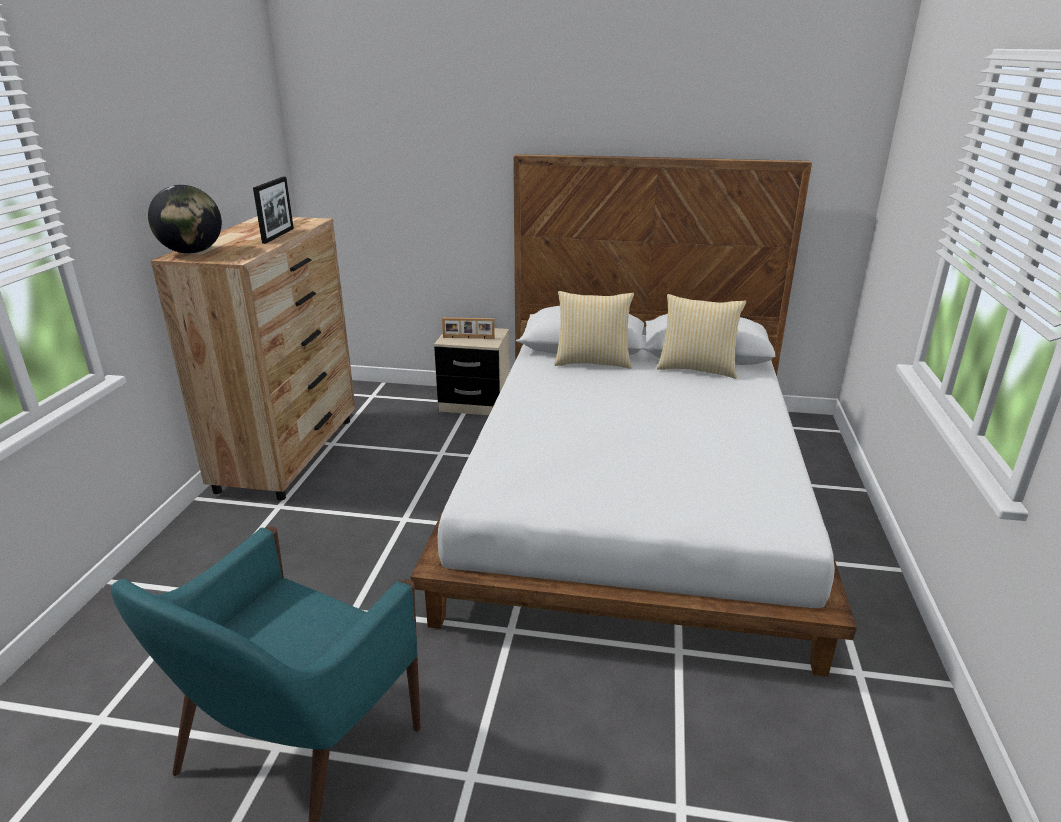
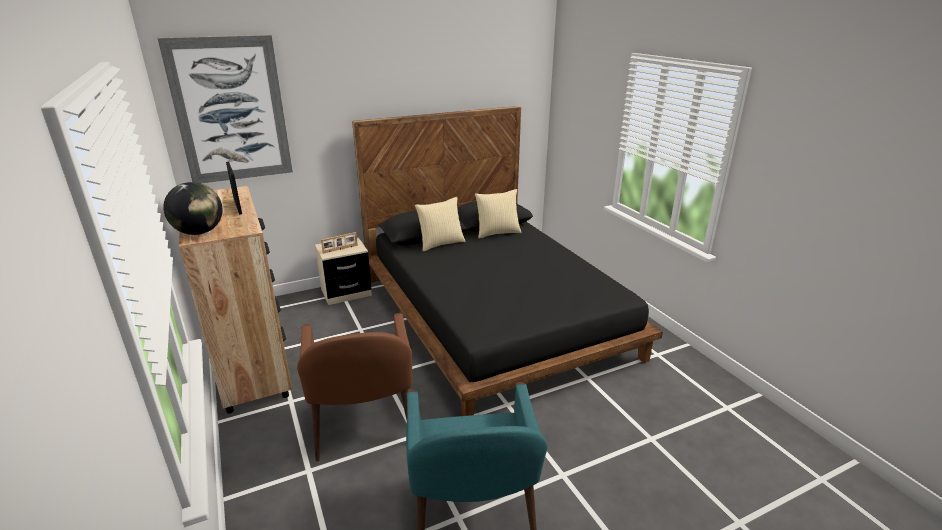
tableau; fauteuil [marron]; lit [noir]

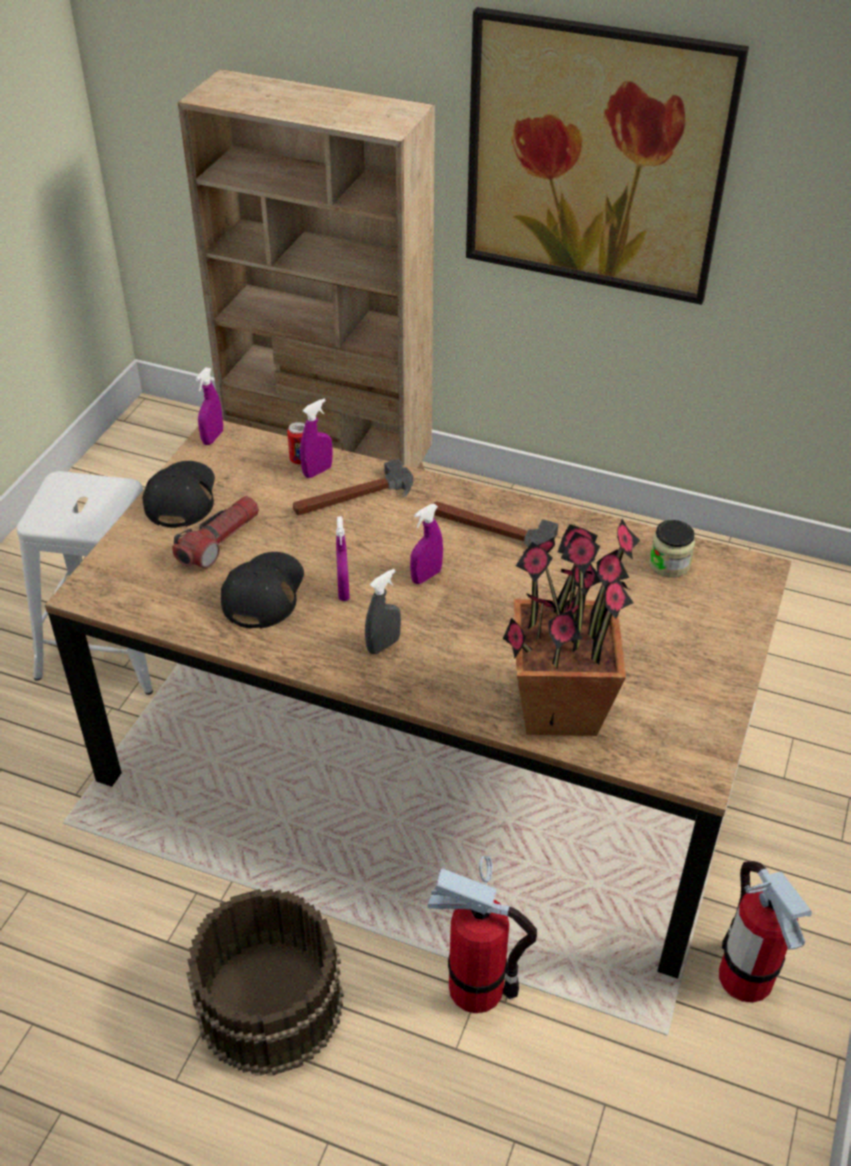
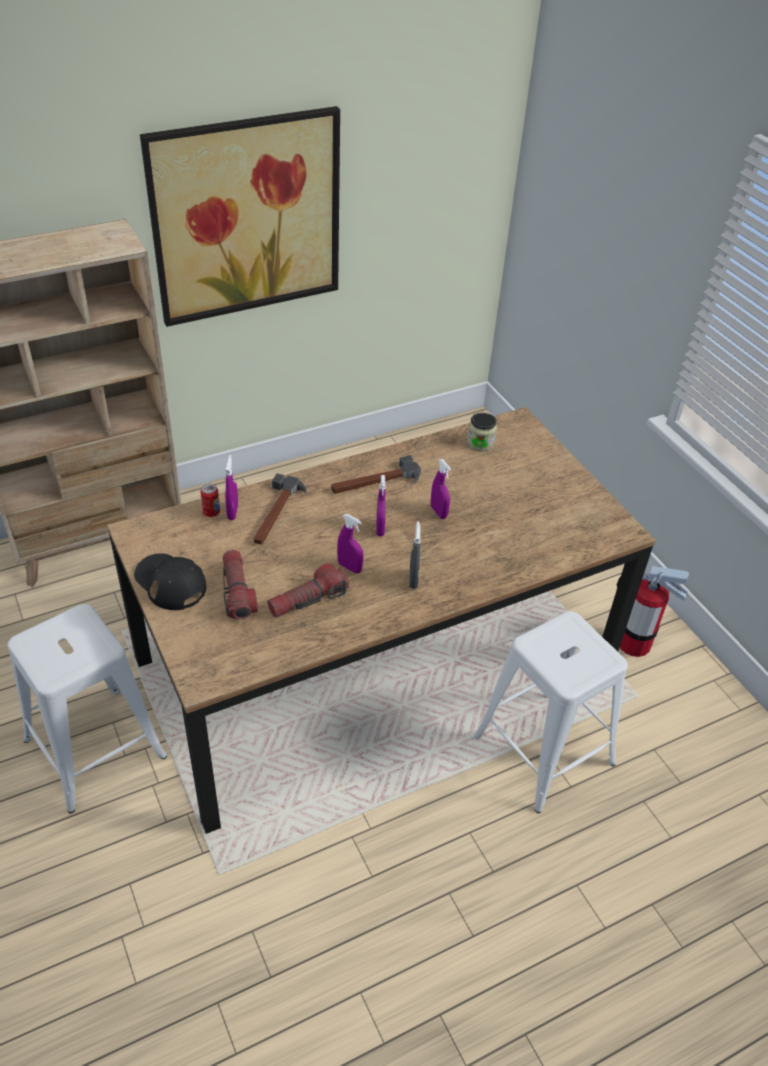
lampe de poche (2nd from left); vaporisateur [violet] (4th from left); tabouret [blanc] (2nd from left); seau [marron]; plante en pot

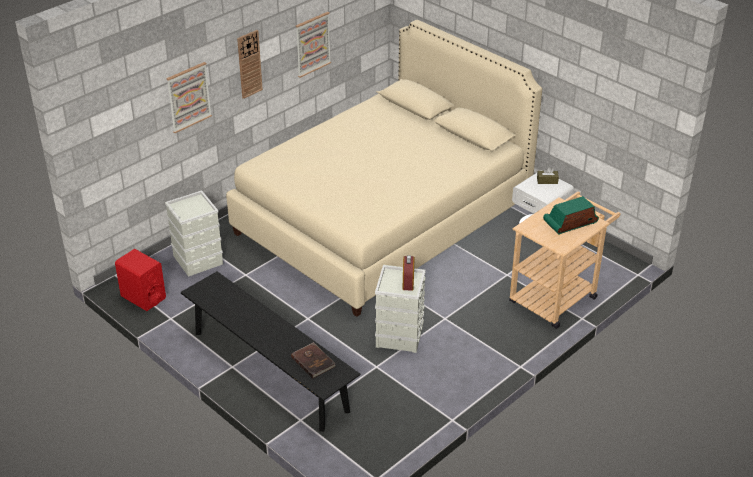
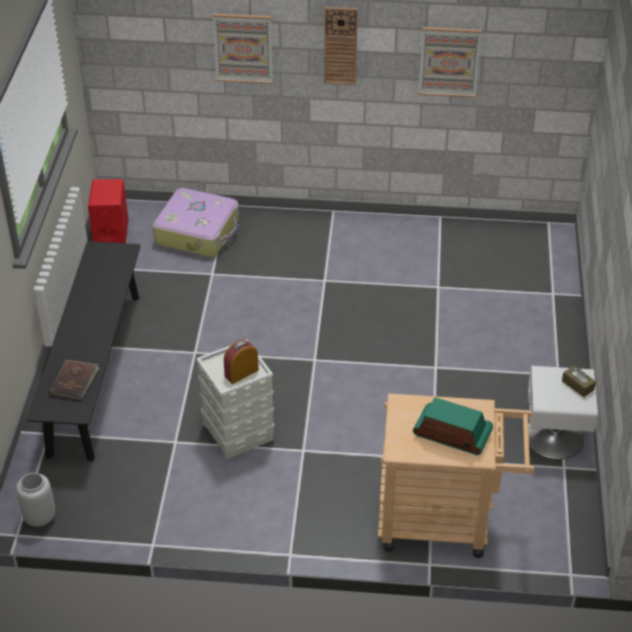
vase [gris]; valise; lit [beige]

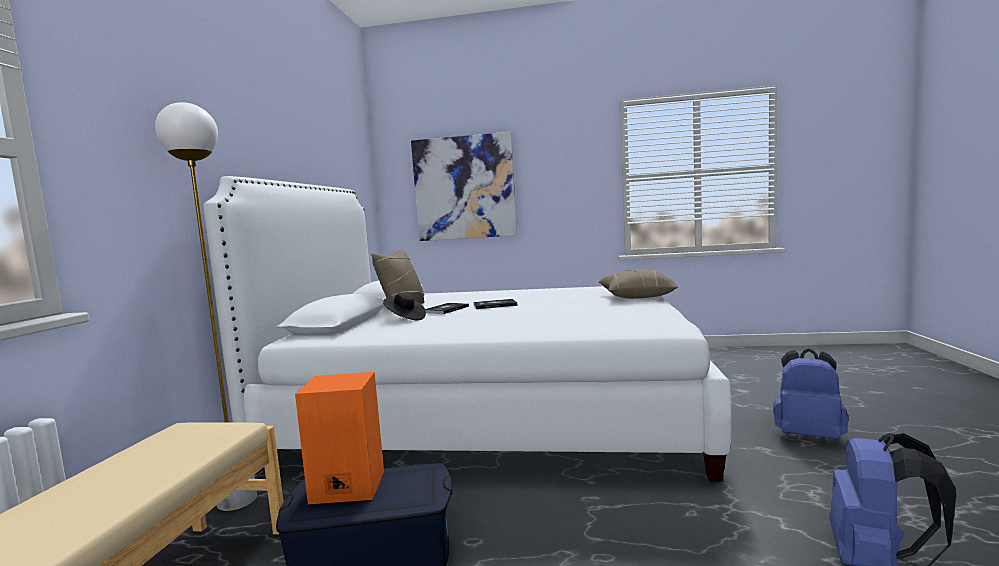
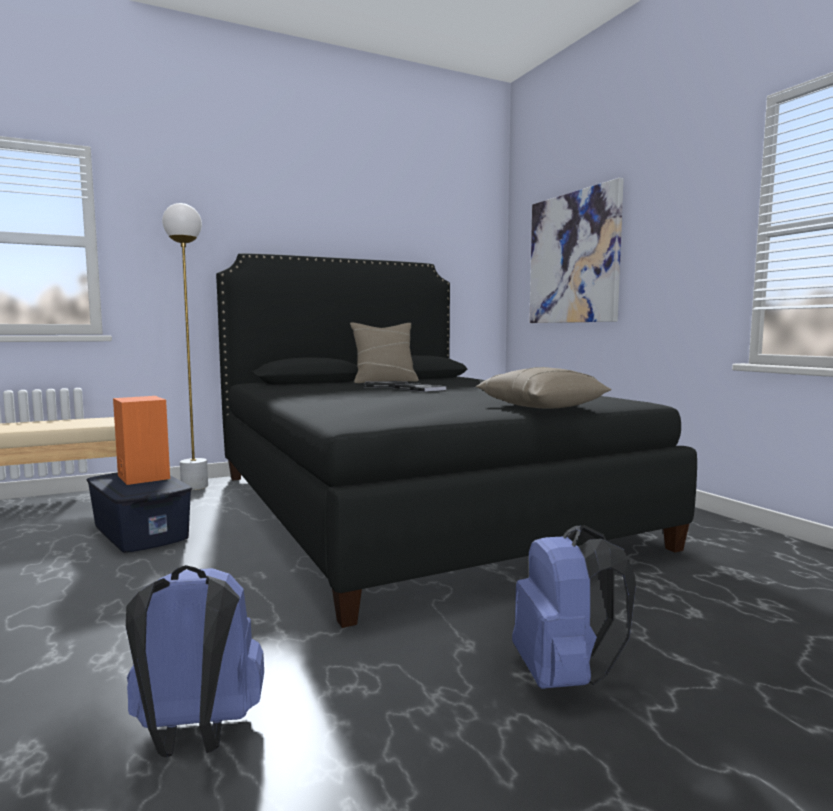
lit [noir]; chapeau [noir]

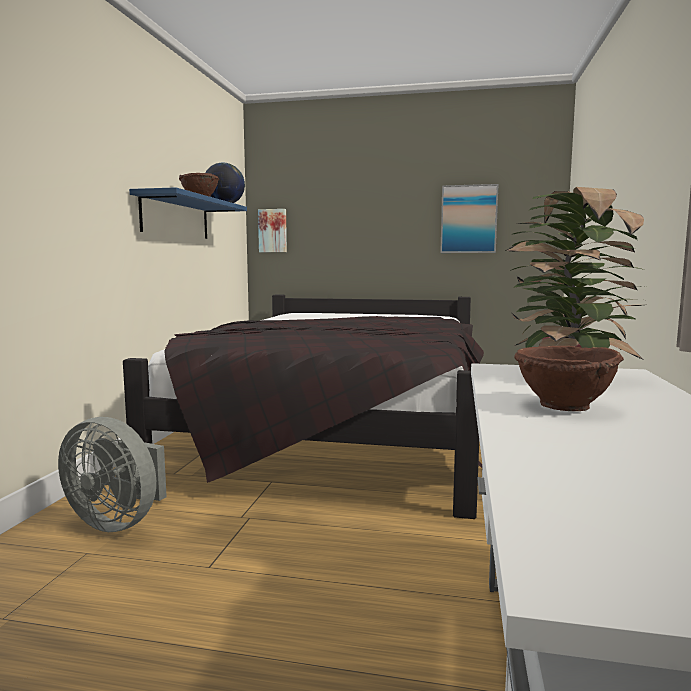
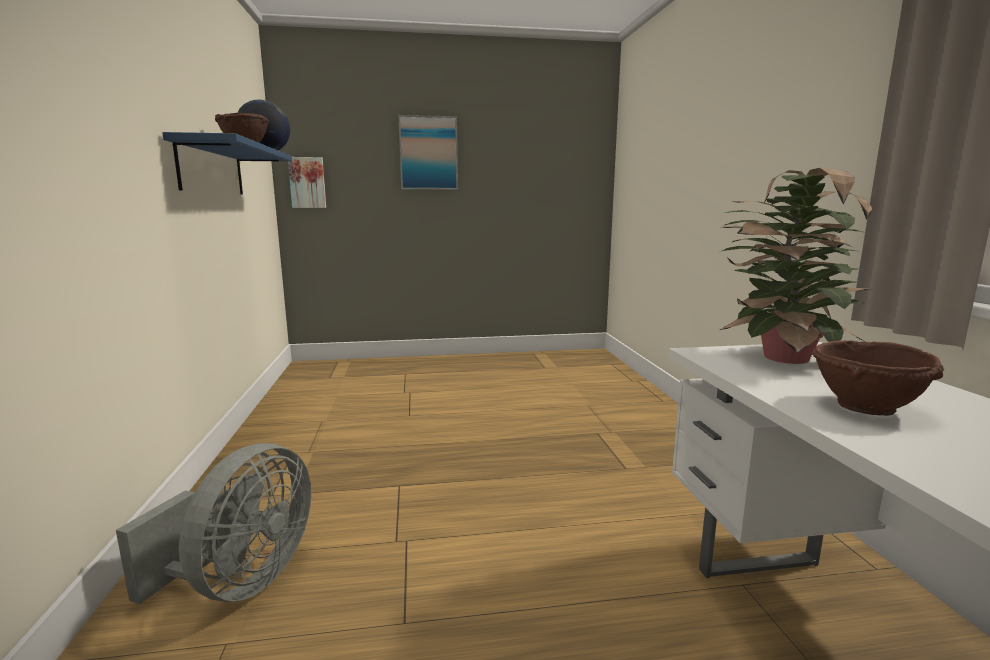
ventilateur [gris]; tableau (2nd from left); lit [noir]

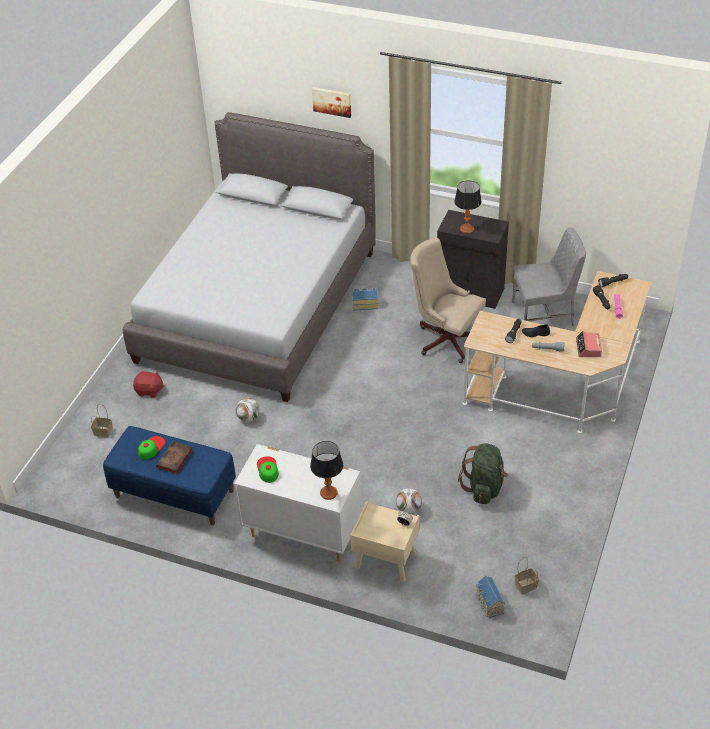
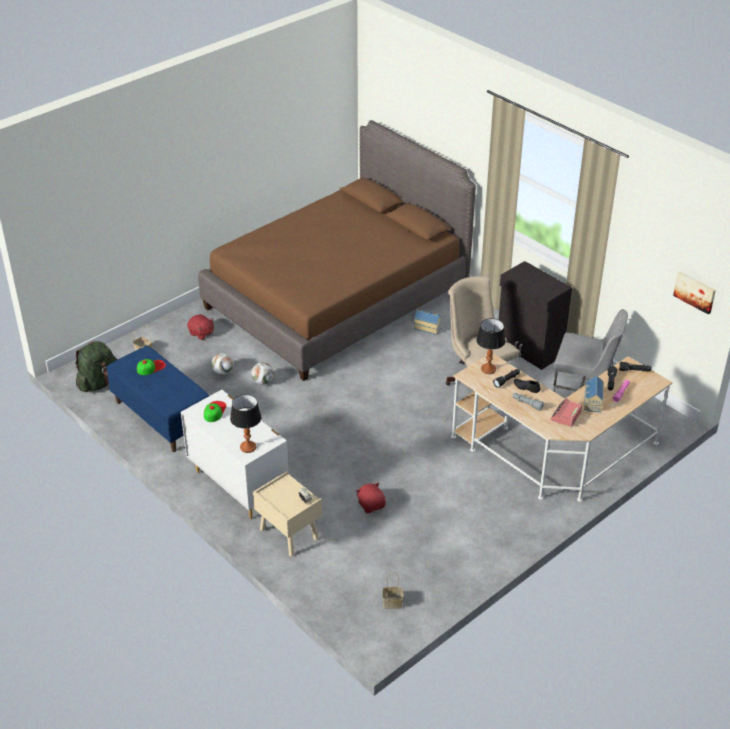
sac à dos [vert]; lit [marron]; ballon de foot (1st from left); peluche [rouge] (2nd from left); lampe de table (2nd from left); maison miniature (2nd from left); tableau; livre

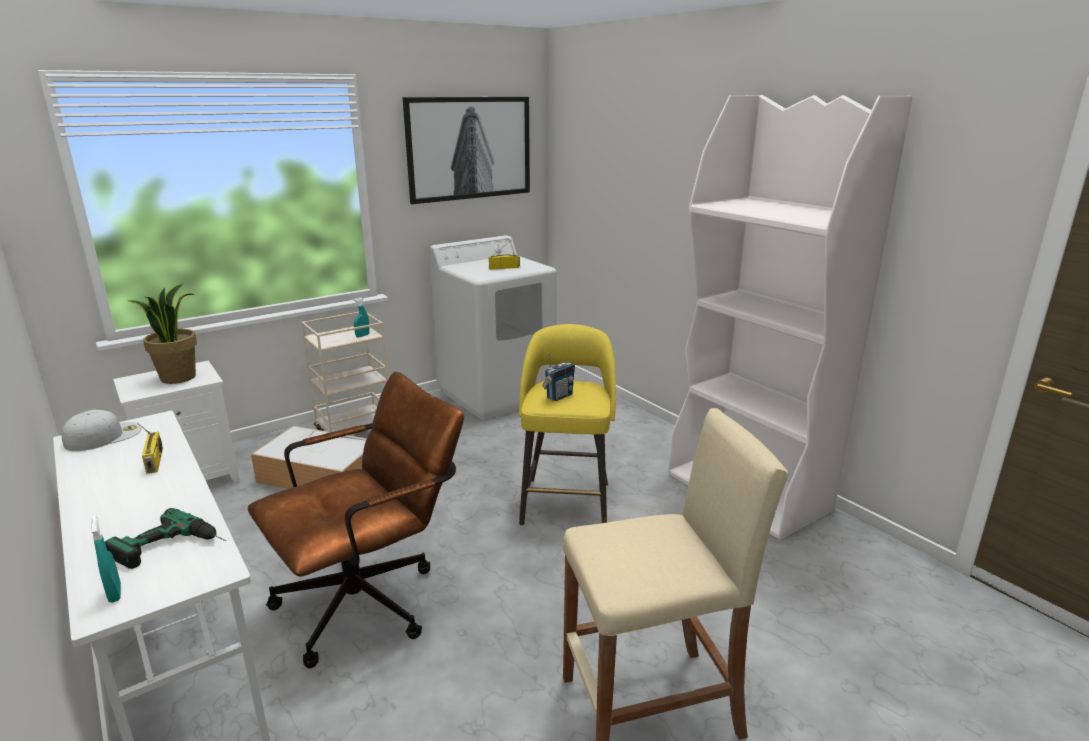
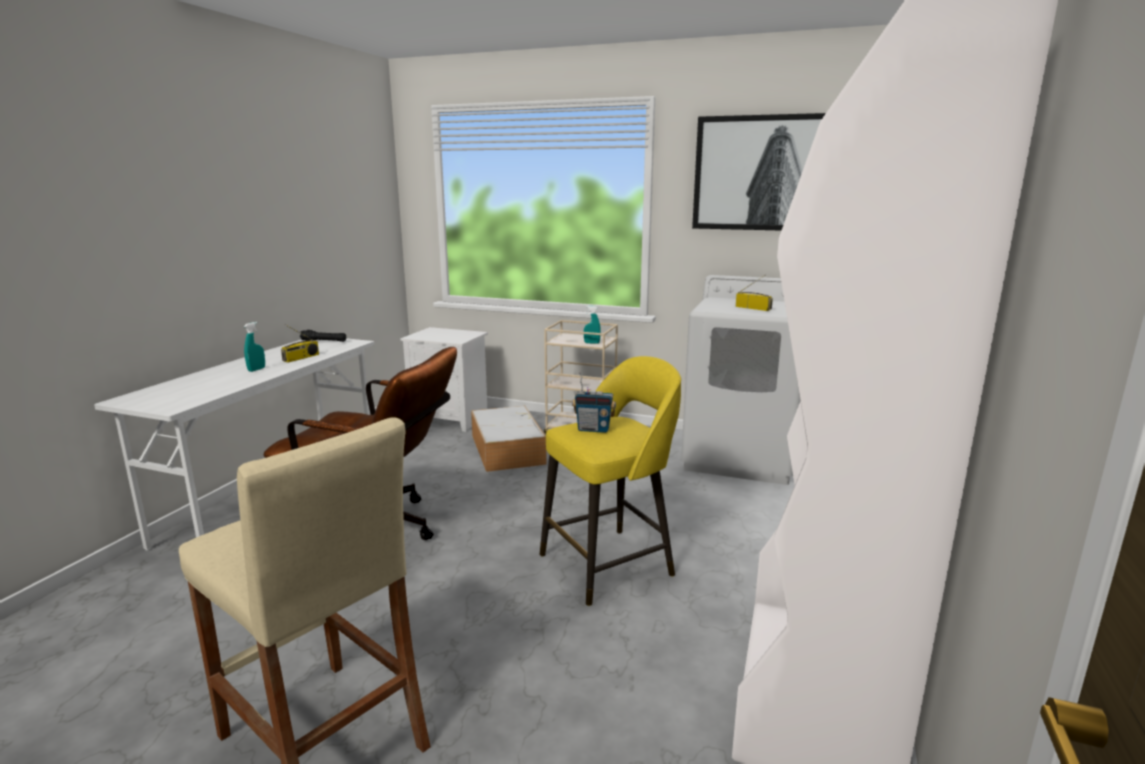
vaporisateur [turquoise] (1st from left); lampe de poche [noir]; perceuse; plante en pot

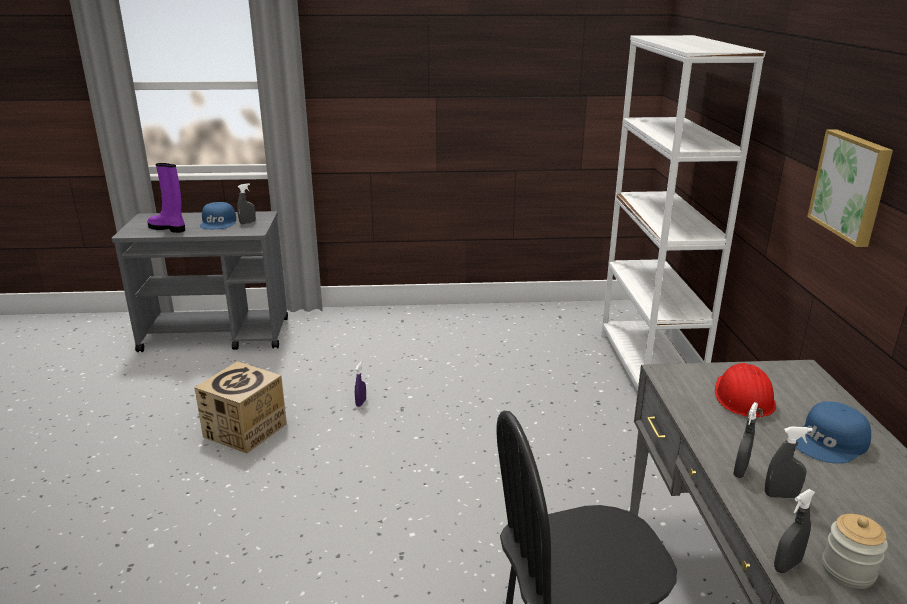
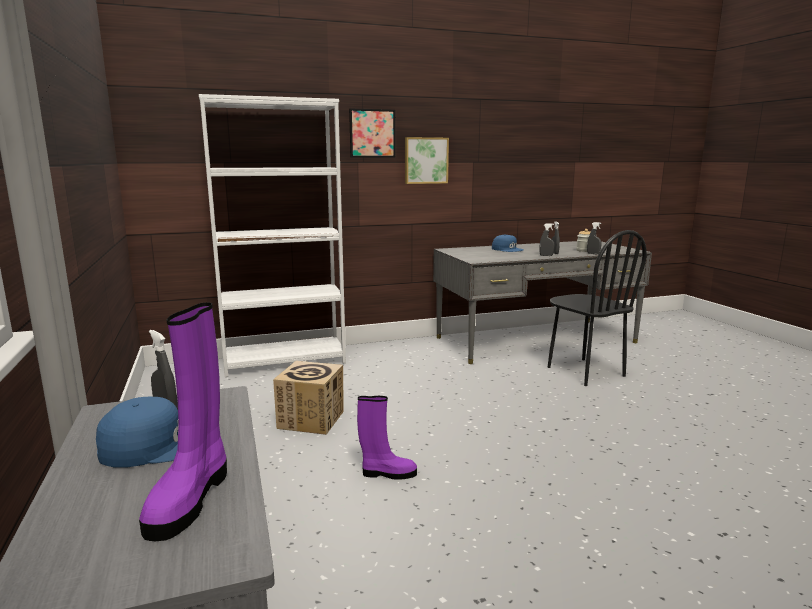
carton; tableau (1st from left); botte [violet] (2nd from left); casque de chantier [rouge]

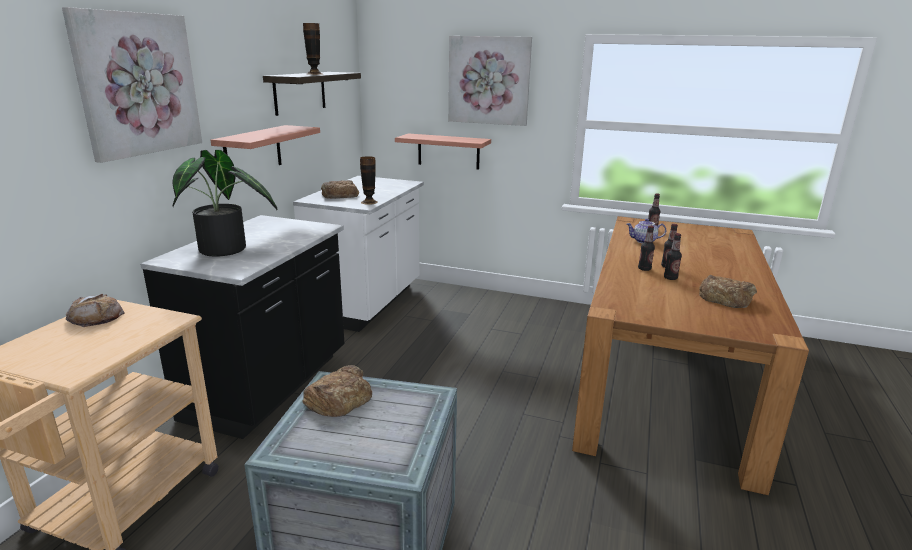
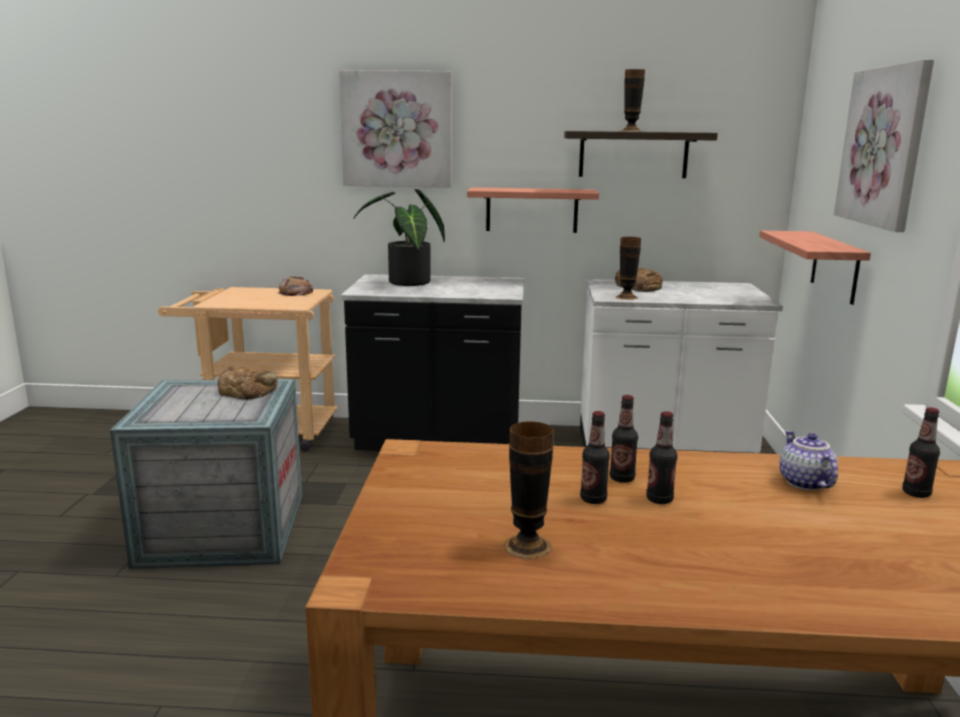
vase (1st from left)

